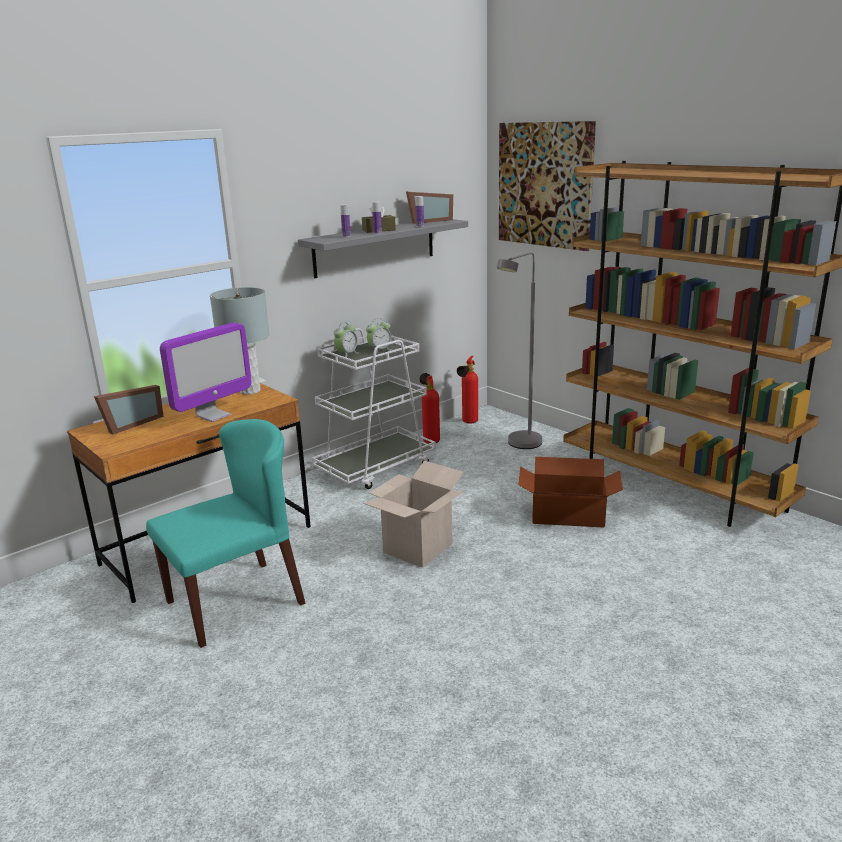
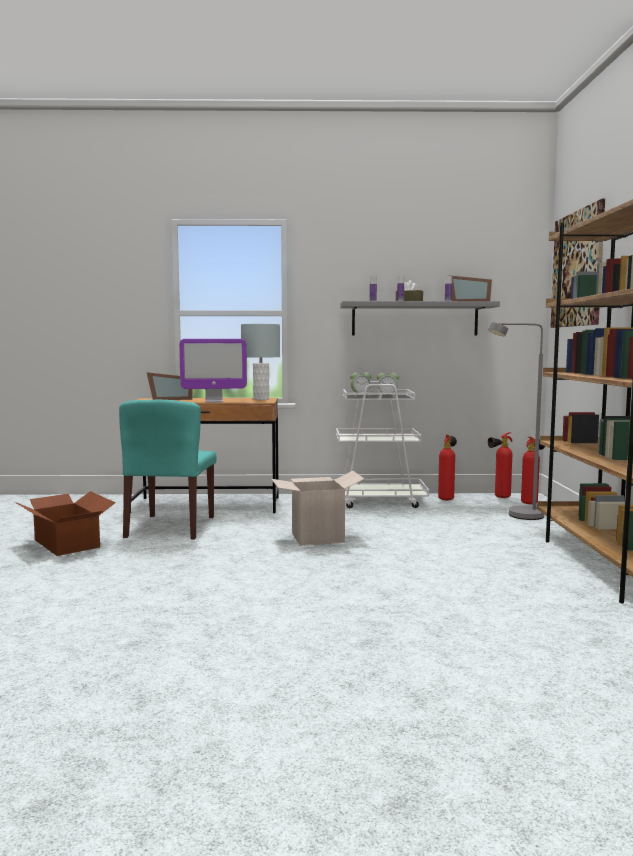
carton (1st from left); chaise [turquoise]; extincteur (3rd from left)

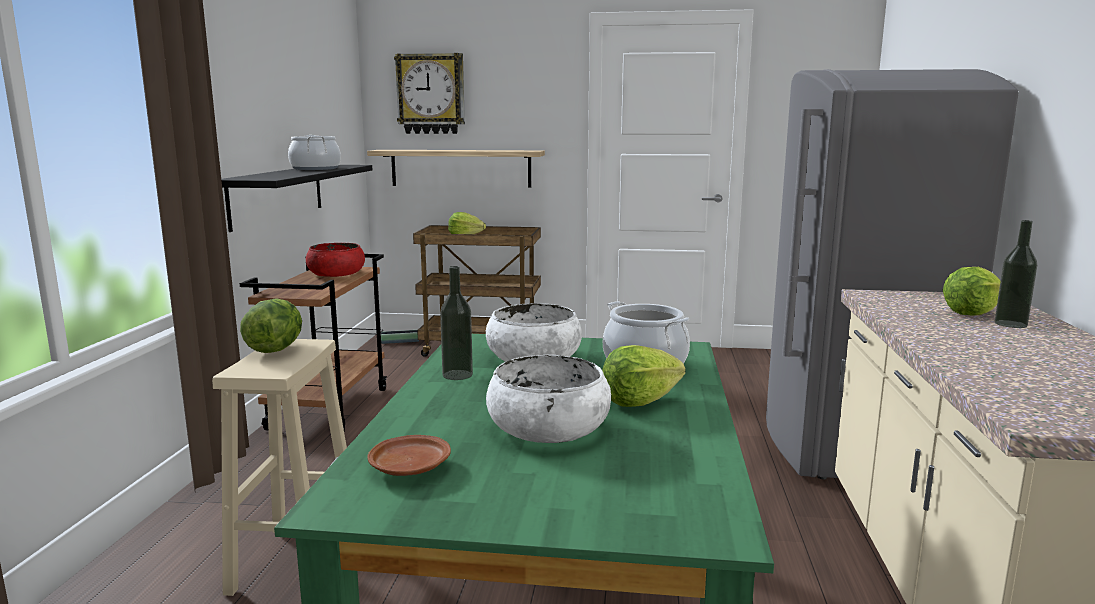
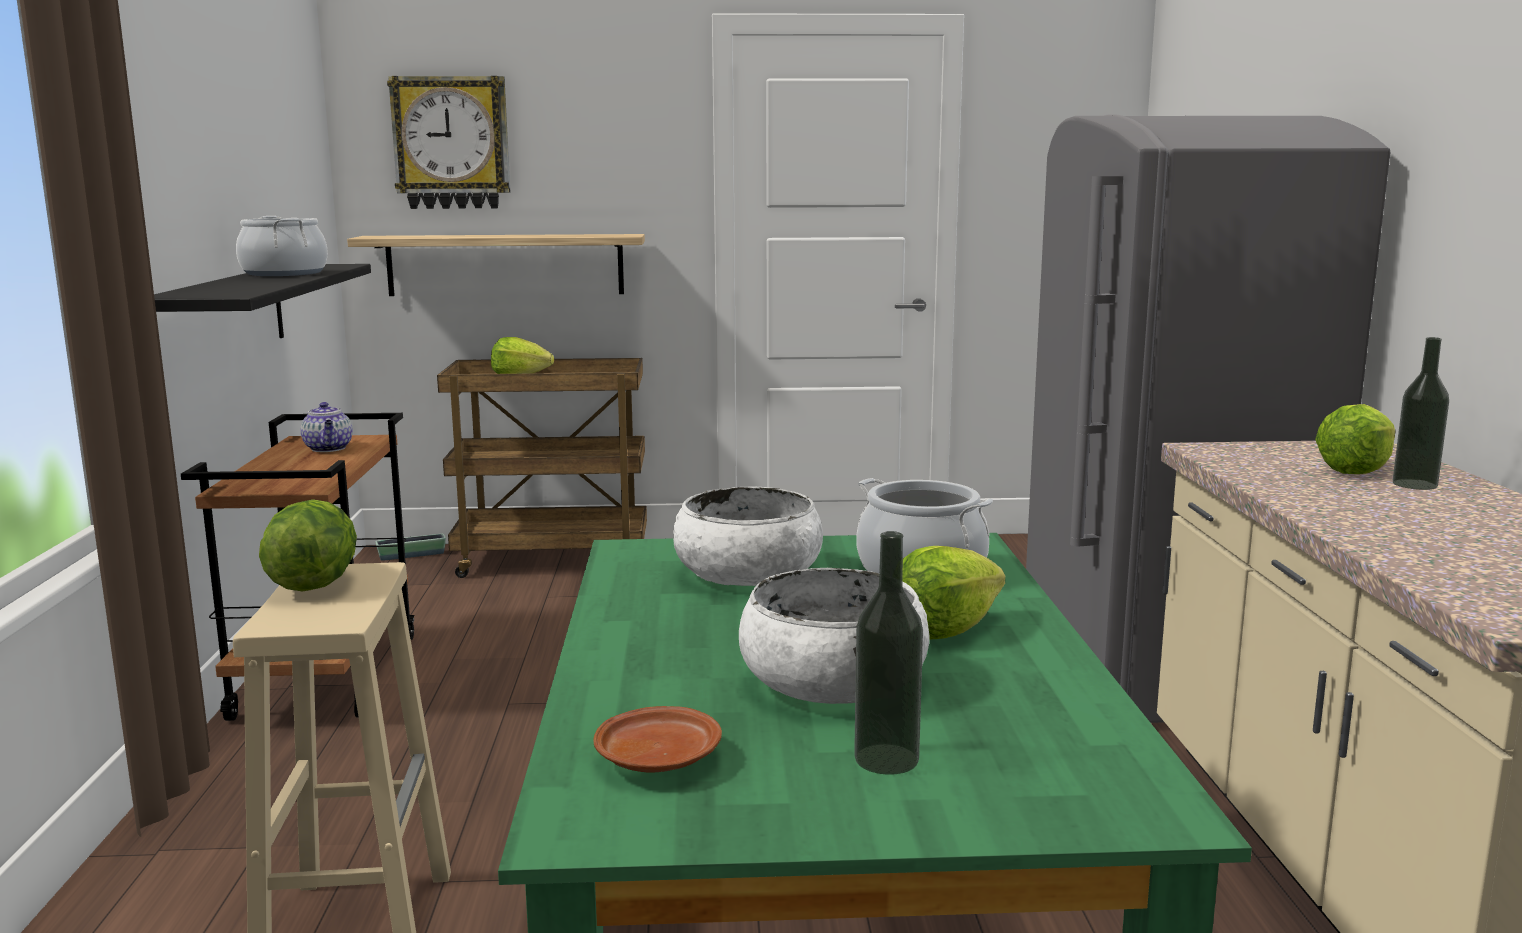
théière; bouteille (1st from left)

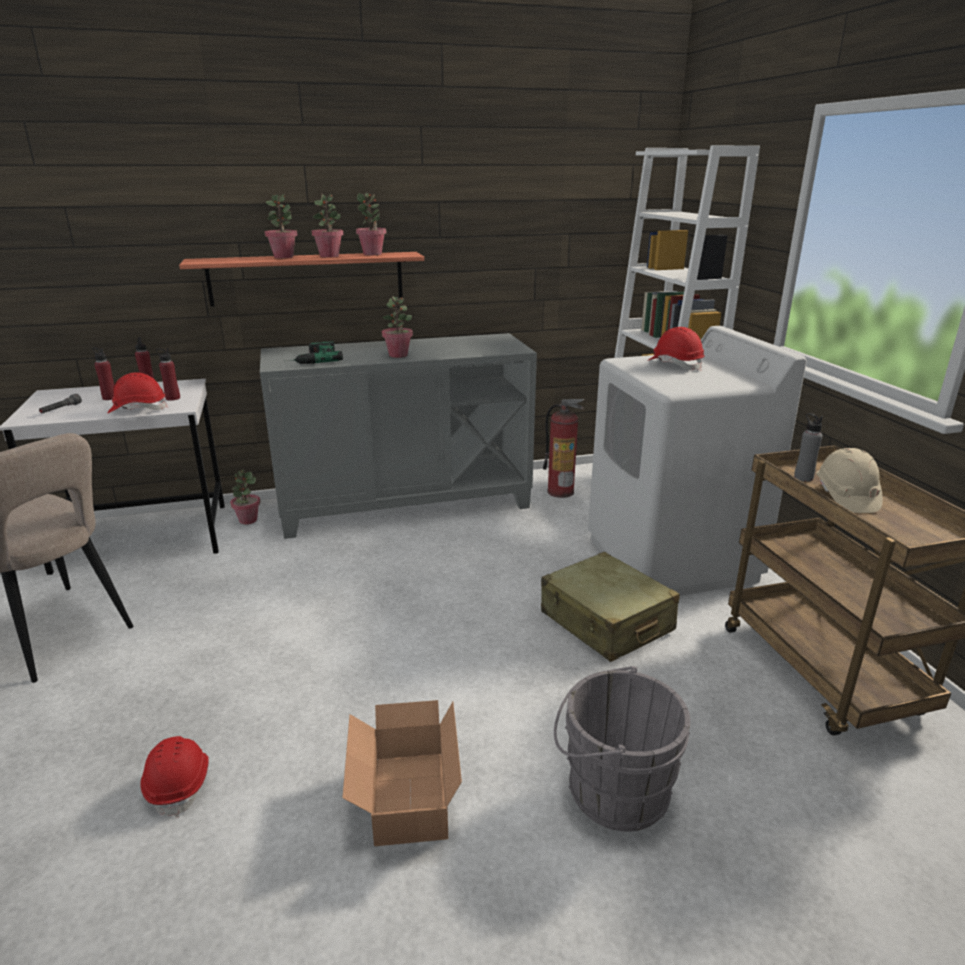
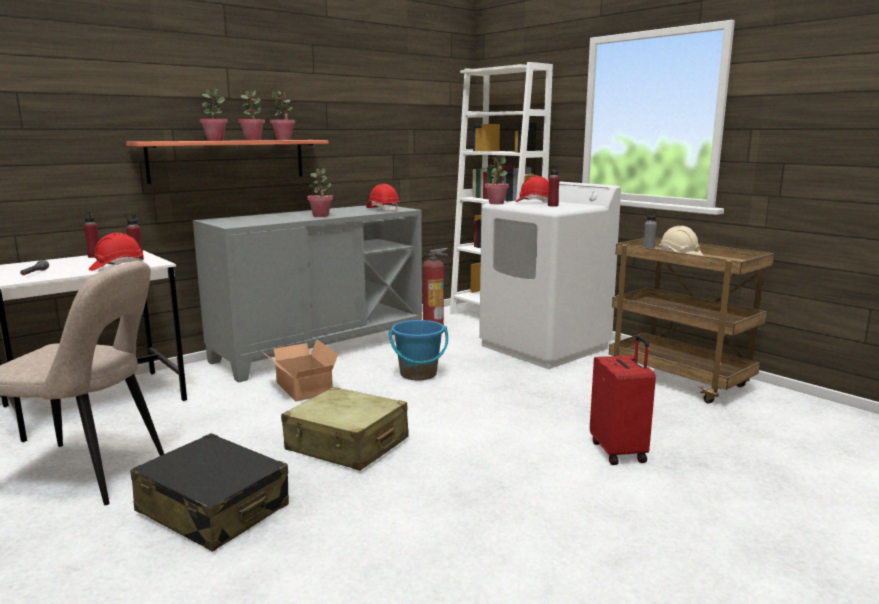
valise [noir]; carton; valise [beige]; casque de chantier [rouge] (2nd from left); seau [bleu]; plante en pot (5th from left); bouteille [rouge] (3rd from left); valise [rouge]; perceuse

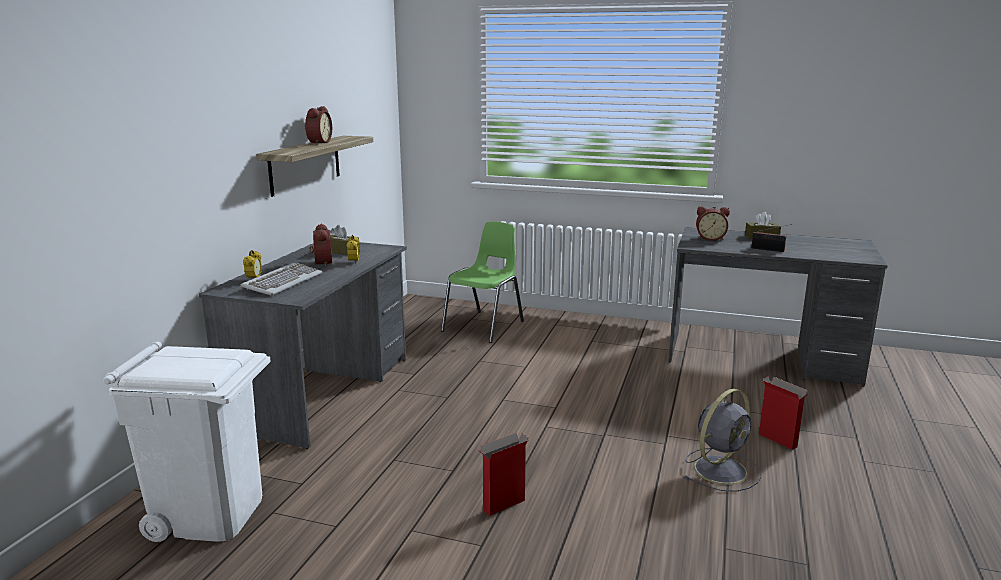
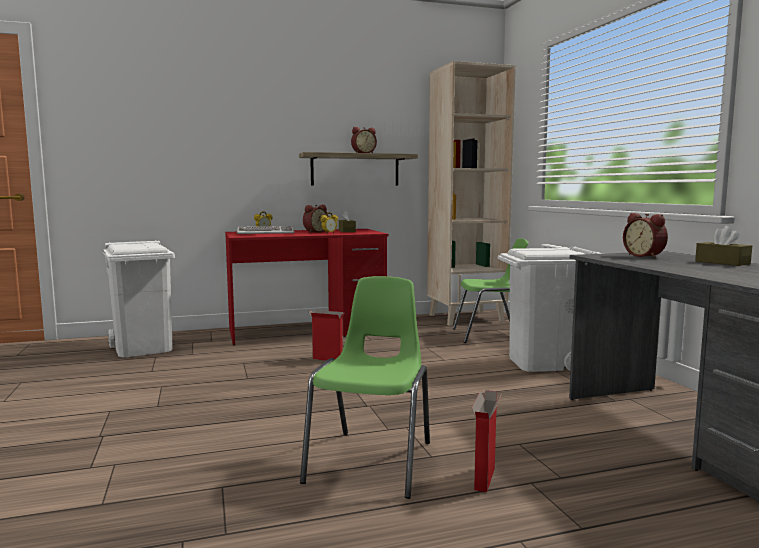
bureau [rouge]; chaise [vert] (1st from left); carton (1st from left); bibliothèque [beige]; poubelle [blanc] (2nd from left); radio

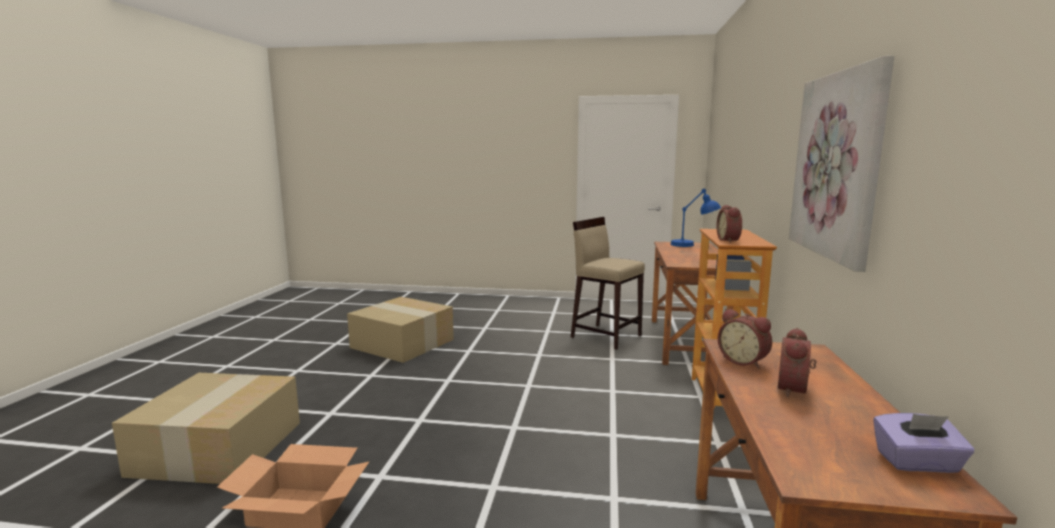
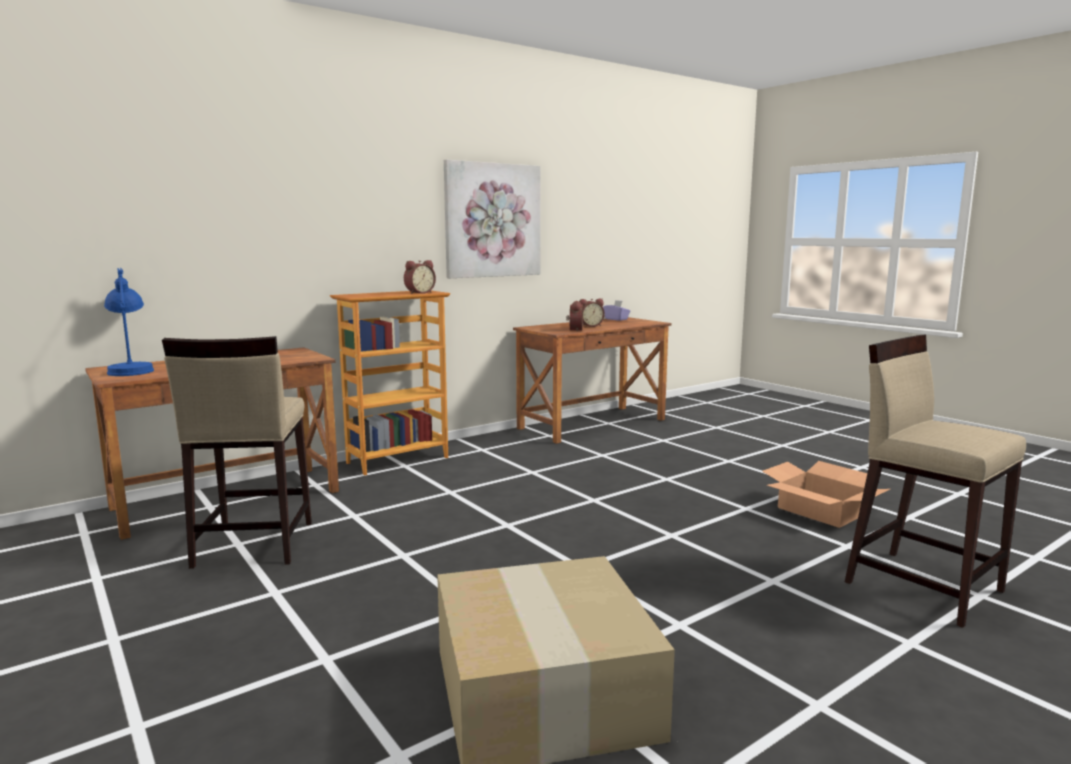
tabouret [beige] (2nd from left)

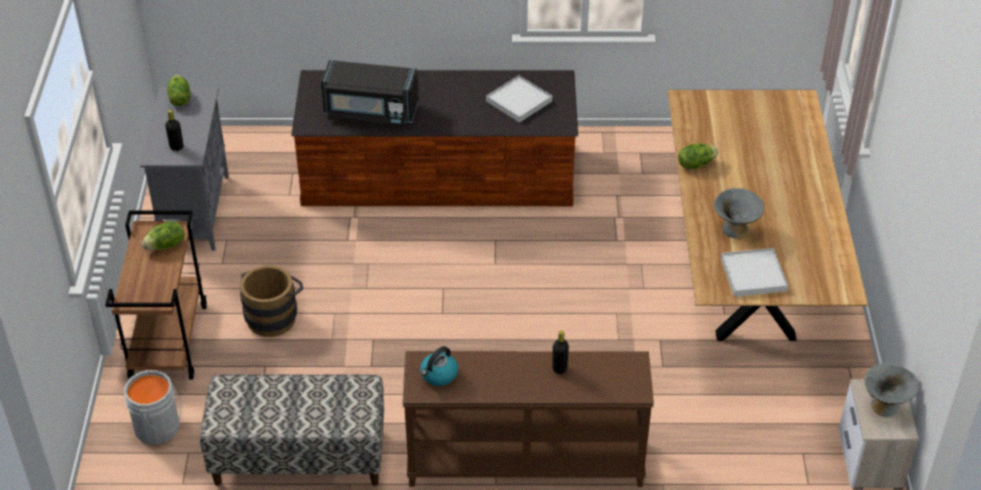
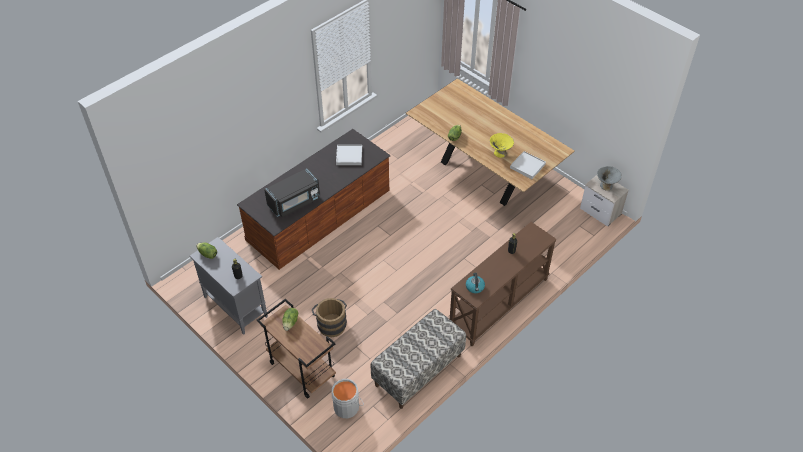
bol [jaune]

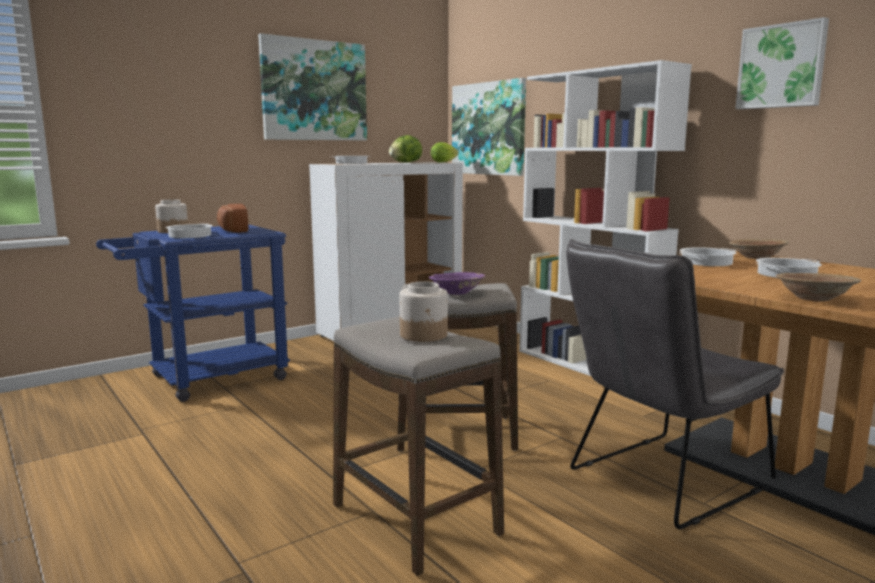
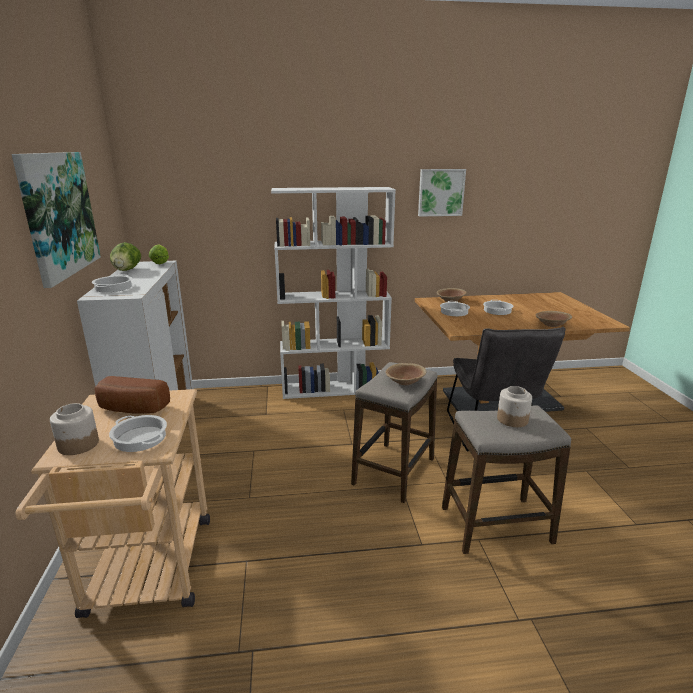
chariot [beige]; bol [marron] (1st from left); tableau (2nd from left in the first image)

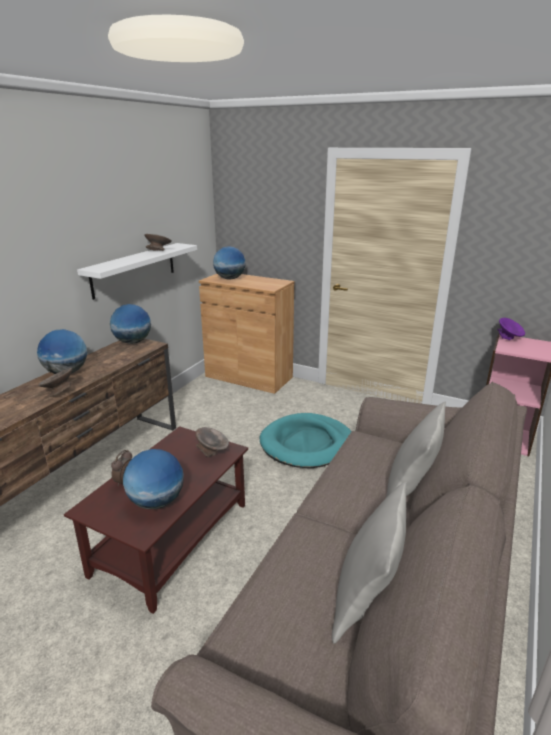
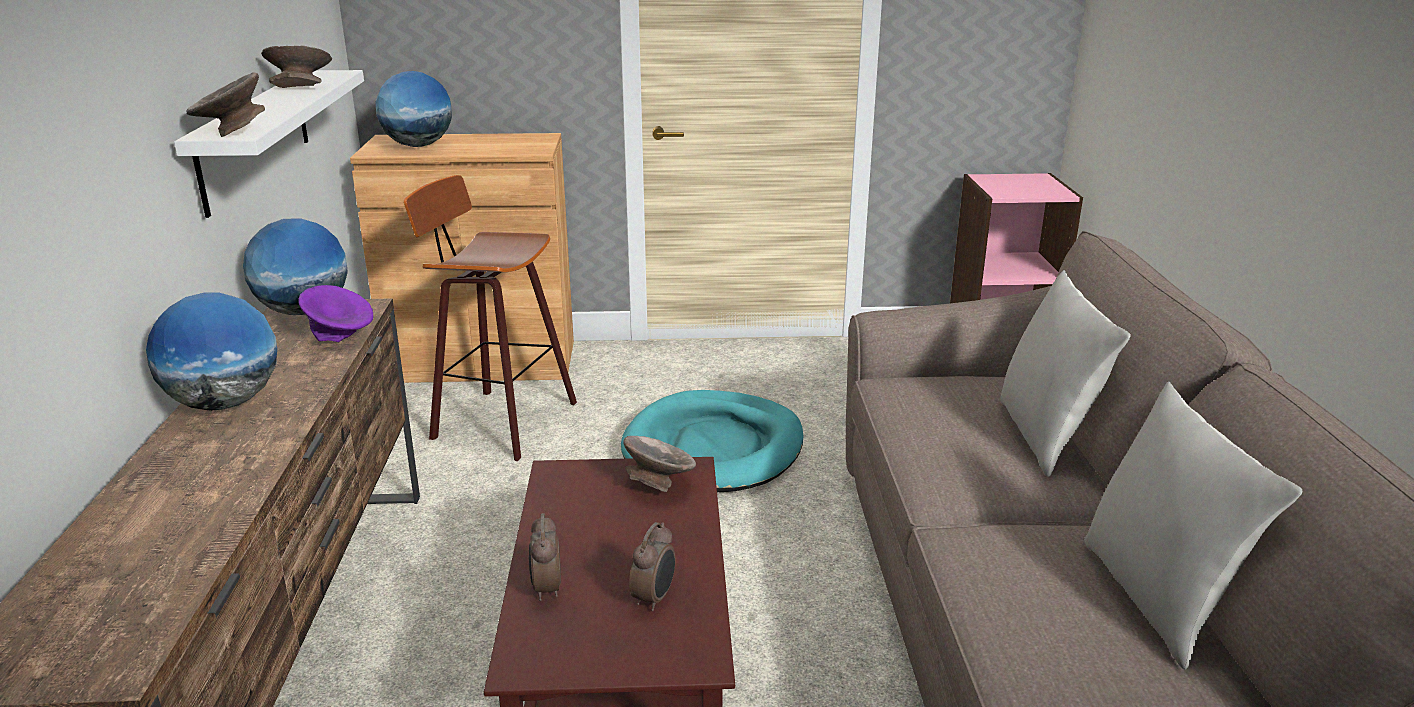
bol [gris] (1st from left); bol [violet]; tabouret; réveil (2nd from left)

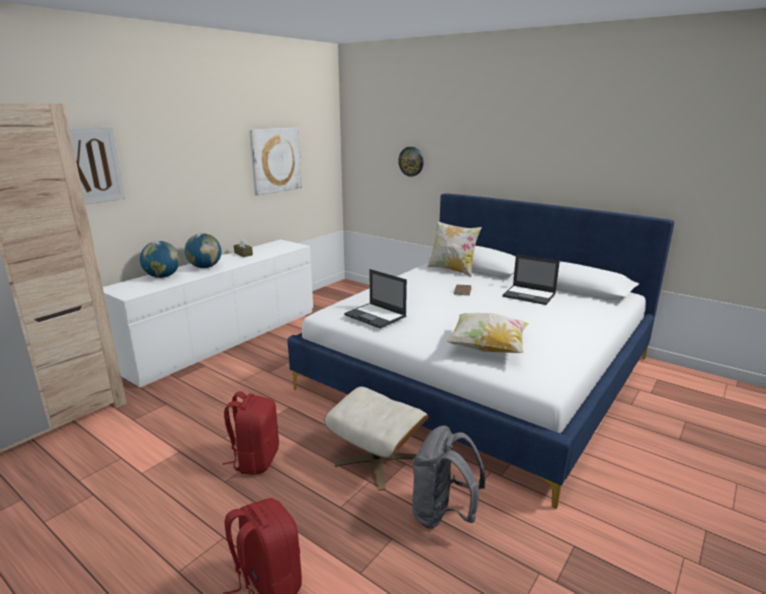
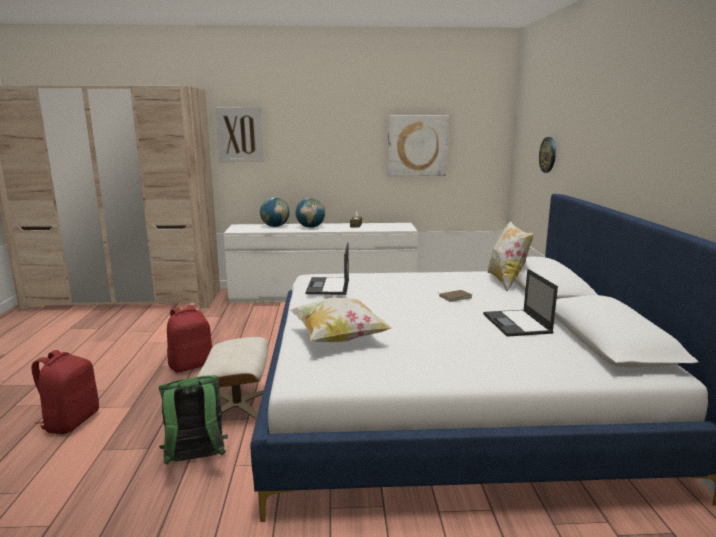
sac à dos [vert]

